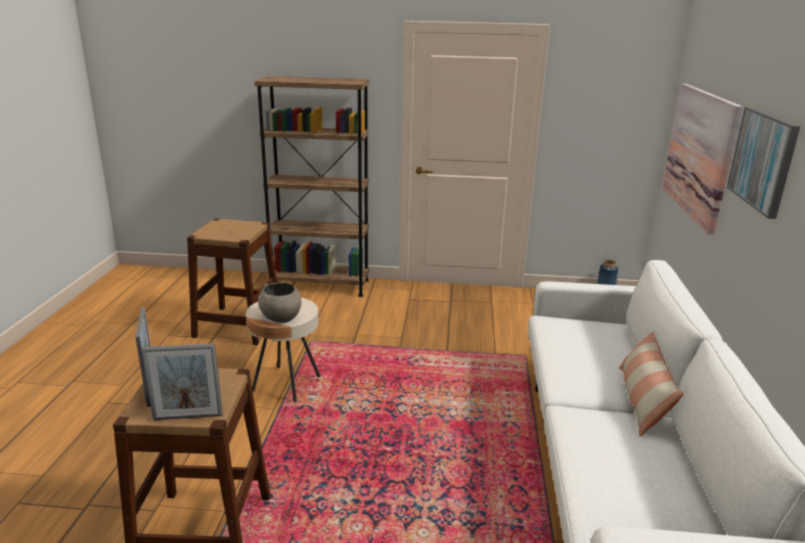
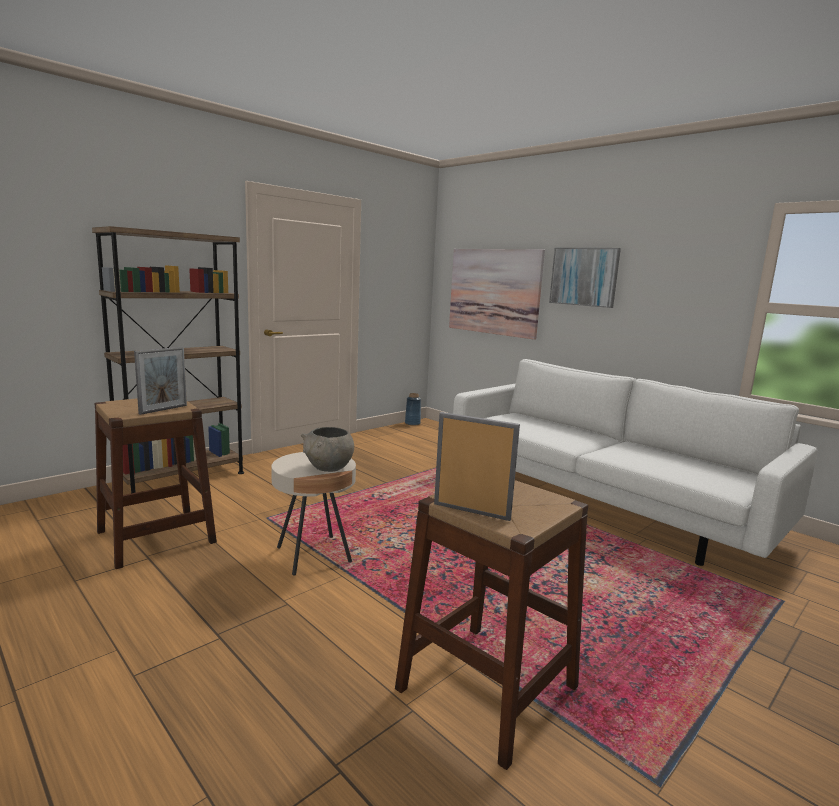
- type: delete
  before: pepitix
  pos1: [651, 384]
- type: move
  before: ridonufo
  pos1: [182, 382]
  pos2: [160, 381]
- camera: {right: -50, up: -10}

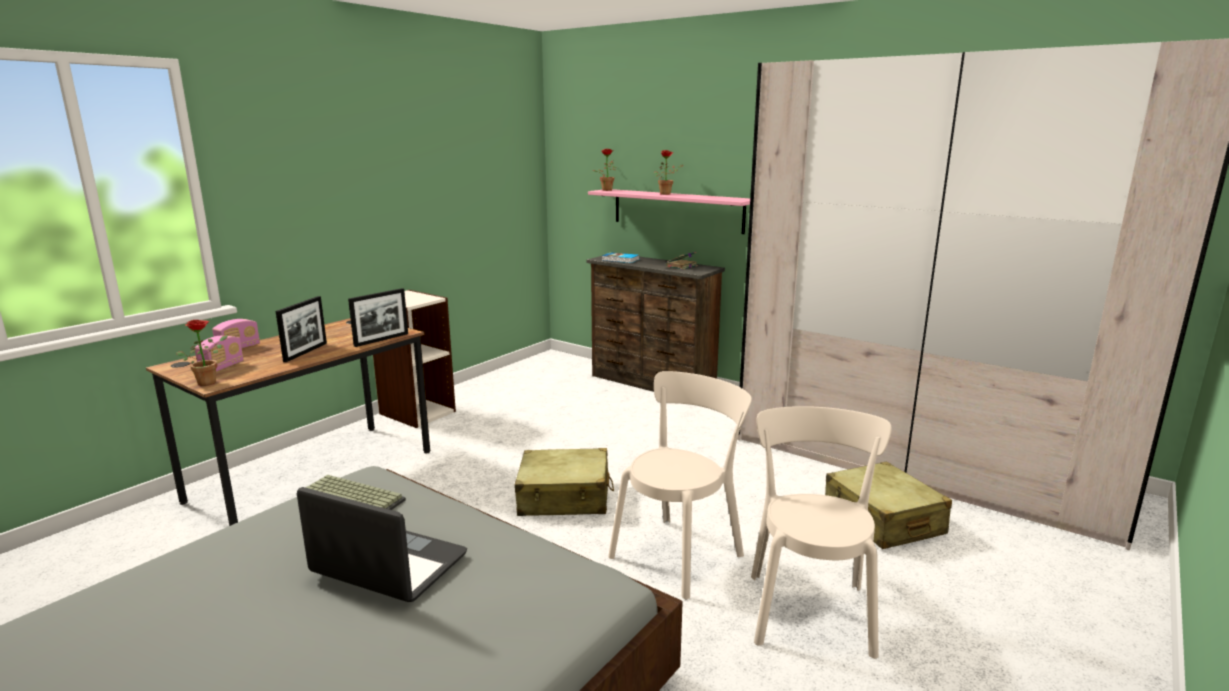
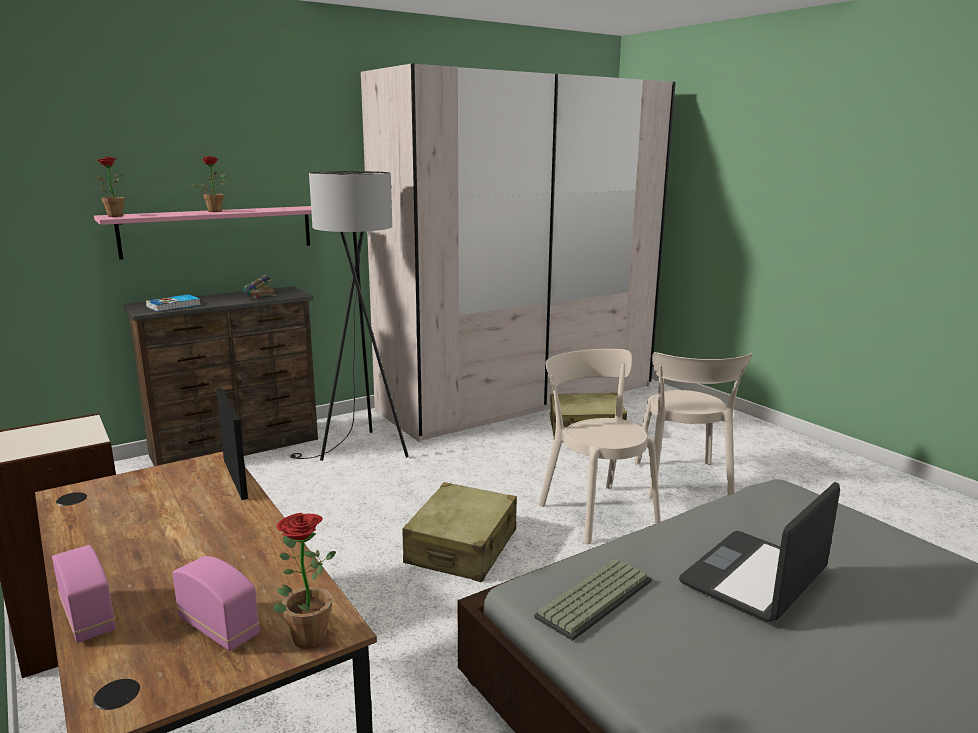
- type: delete
  before: ridonufo
  pos1: [301, 329]
- type: rotate
  before: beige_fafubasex
  pos1: [821, 532]
  pos2: [693, 425]
  turn: -120
- type: insert
  after: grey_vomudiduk
  pos2: [349, 316]
- camera: {right: -70, up: 0}

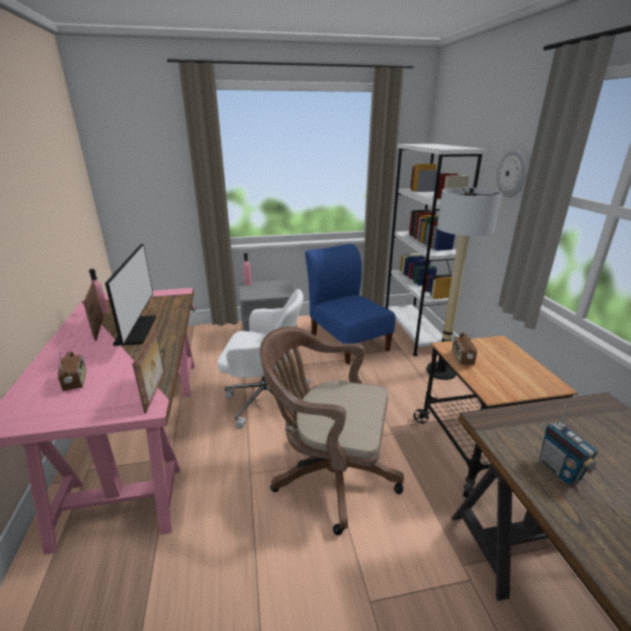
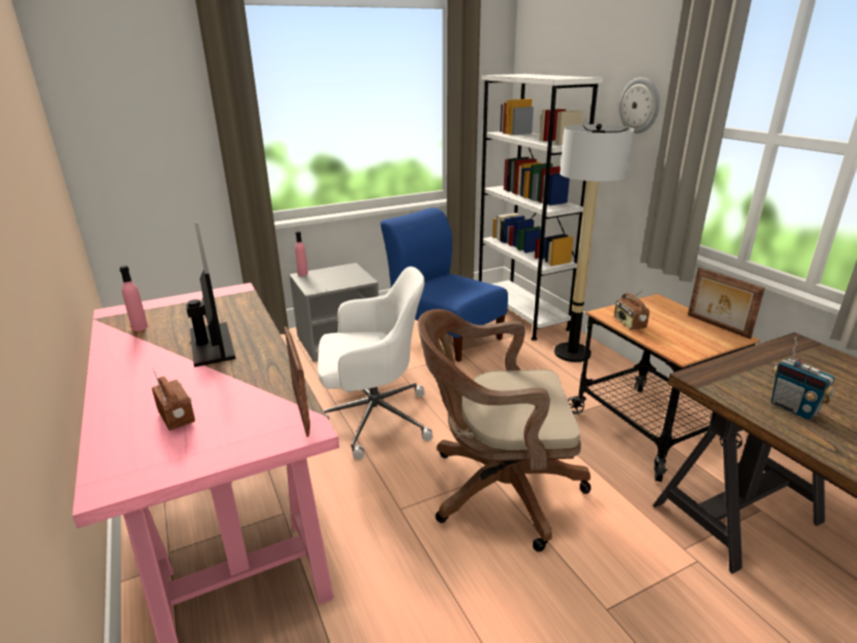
- type: move
  before: ridonufo
  pos1: [93, 311]
  pos2: [726, 303]
- camera: {right: -15, up: 0}

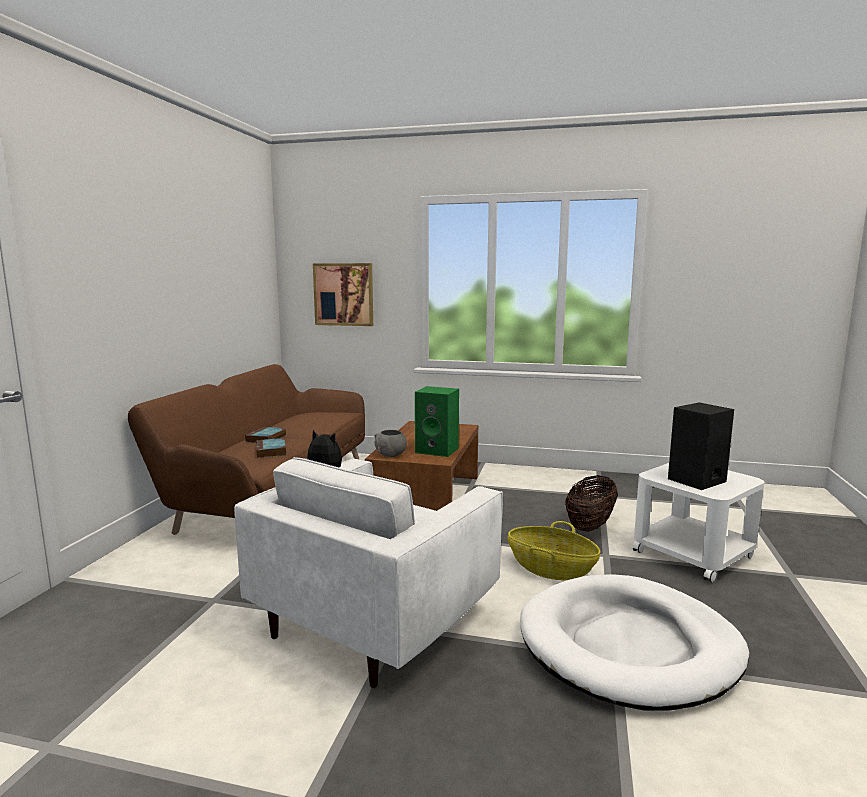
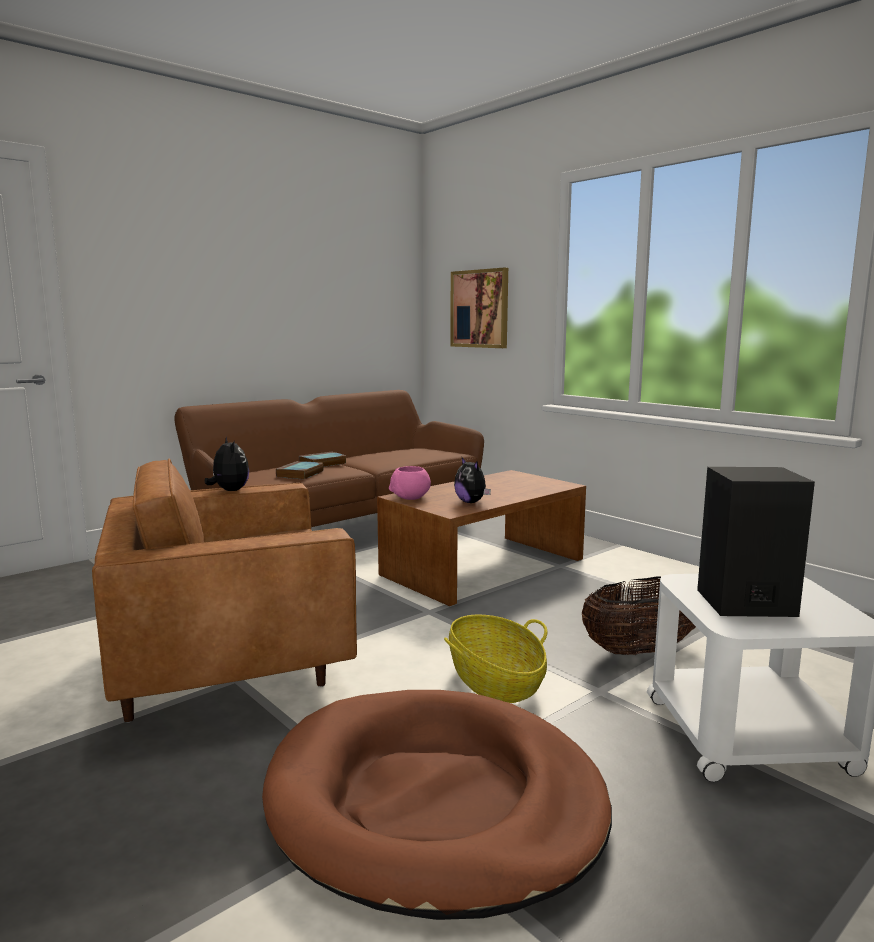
- type: replace
  before: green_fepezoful
  after: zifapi
  pos1: [437, 421]
  pos2: [472, 480]
- type: recolor
  before: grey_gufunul
  after: pink_gufunul
  pos1: [391, 443]
  pos2: [410, 483]
- type: recolor
  before: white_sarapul
  after: brown_sarapul
  pos1: [368, 572]
  pos2: [224, 590]
- type: recolor
  before: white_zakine
  after: brown_zakine
  pos1: [634, 642]
  pos2: [437, 805]
- camera: {right: 35, up: 0}

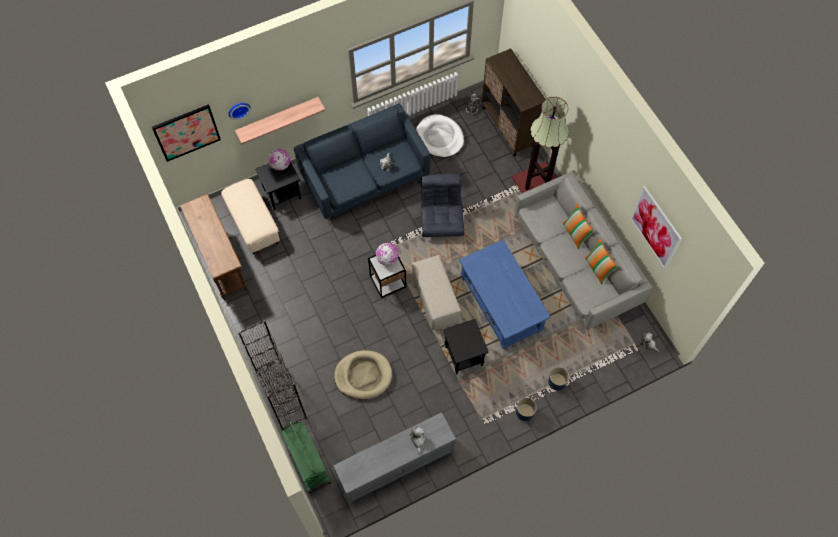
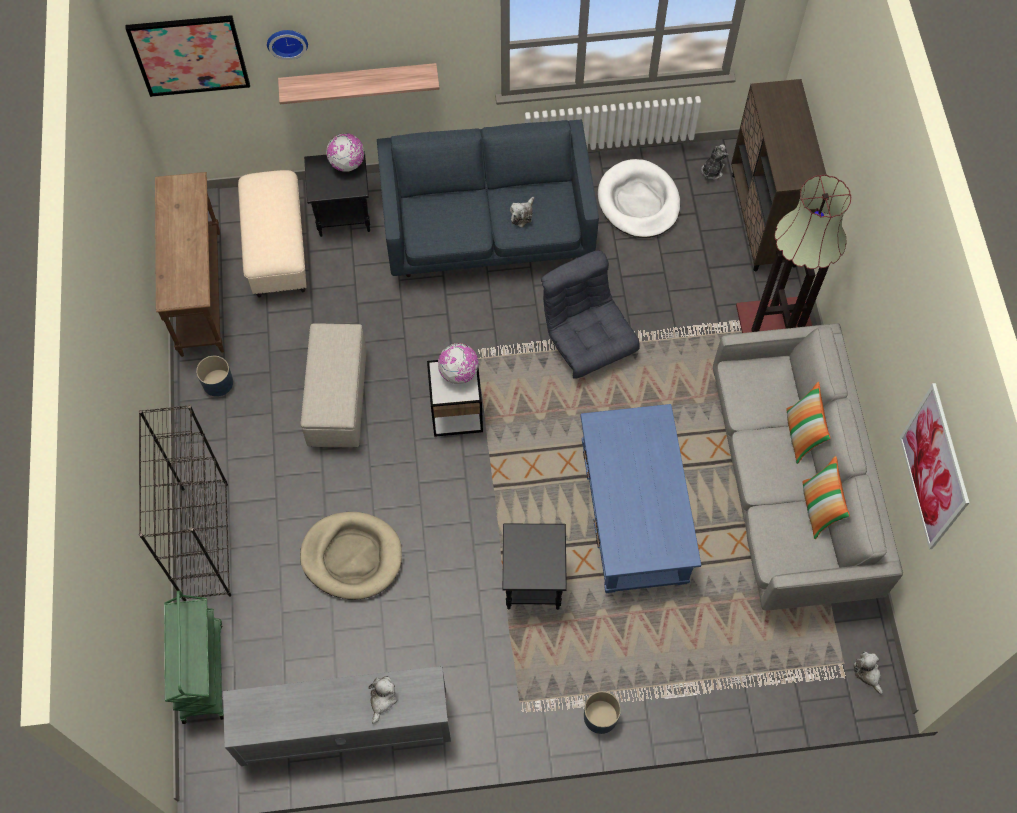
- type: rotate
  before: grey_sarapul
  pos1: [442, 205]
  pos2: [590, 314]
  turn: -45
- type: move
  before: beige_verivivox
  pos1: [436, 292]
  pos2: [334, 385]
- type: move
  before: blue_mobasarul
  pos1: [558, 379]
  pos2: [214, 376]
- camera: {right: 20, up: 0}

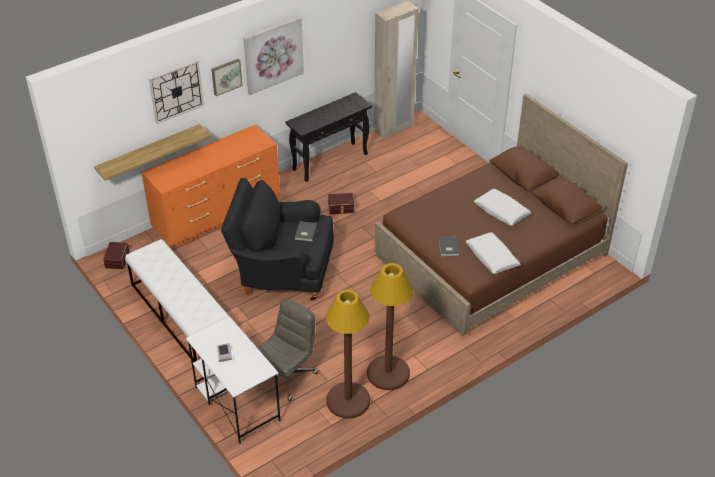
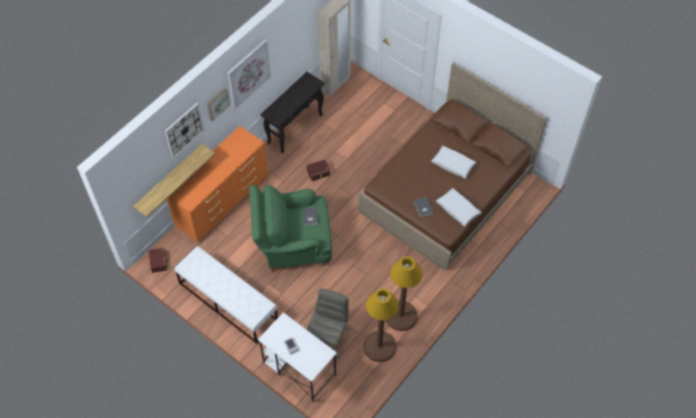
- type: recolor
  before: black_sarapul
  after: green_sarapul
  pos1: [277, 239]
  pos2: [290, 228]
- camera: {right: -15, up: 15}

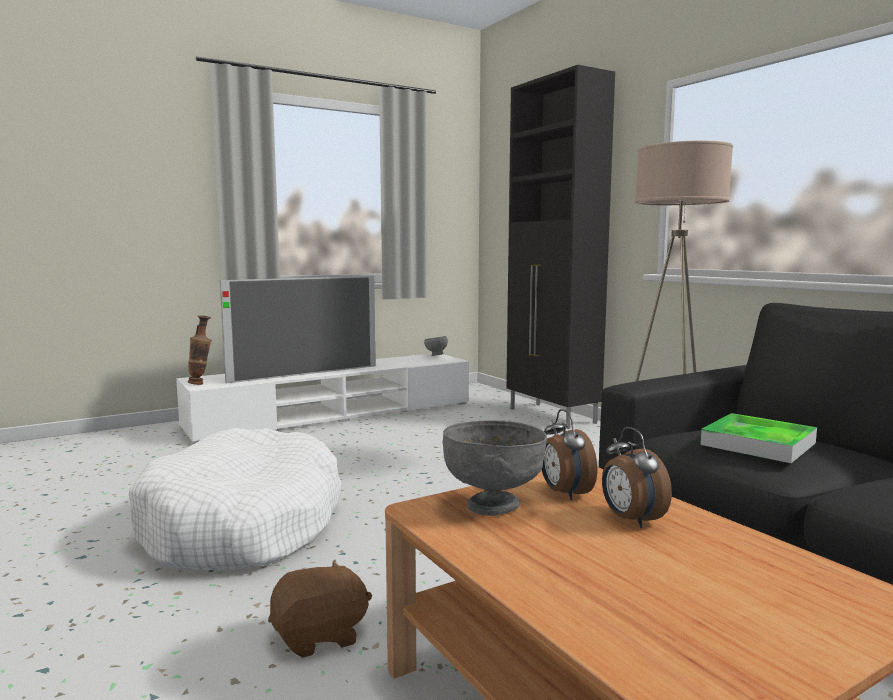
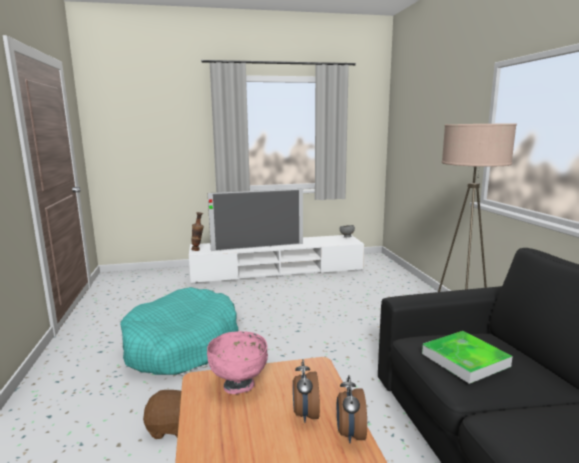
- type: delete
  before: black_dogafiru
  pos1: [560, 247]
- type: move
  before: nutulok
  pos1: [570, 454]
  pos2: [352, 409]
- type: recolor
  before: grey_gufunul
  after: pink_gufunul
  pos1: [494, 468]
  pos2: [237, 362]
- type: recolor
  before: white_zakine
  after: turquoise_zakine
  pos1: [235, 499]
  pos2: [179, 331]
- camera: {right: 20, up: 5}

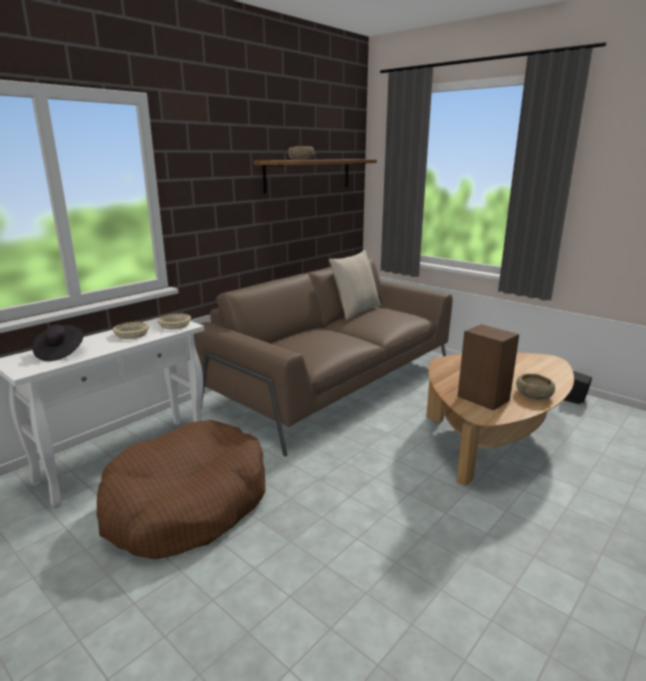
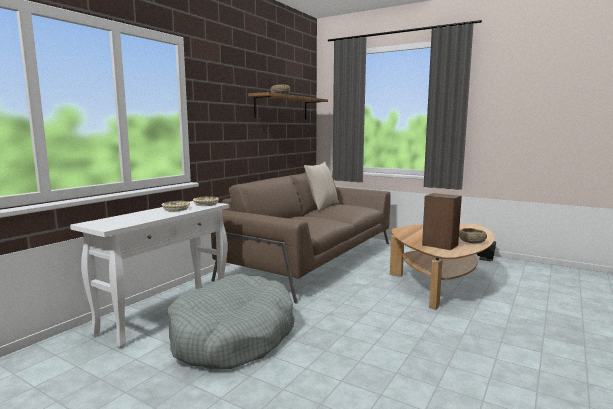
- type: delete
  before: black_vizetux
  pos1: [58, 343]
- type: recolor
  before: brown_zakine
  after: grey_zakine
  pos1: [181, 489]
  pos2: [230, 321]
- camera: {right: -10, up: -10}

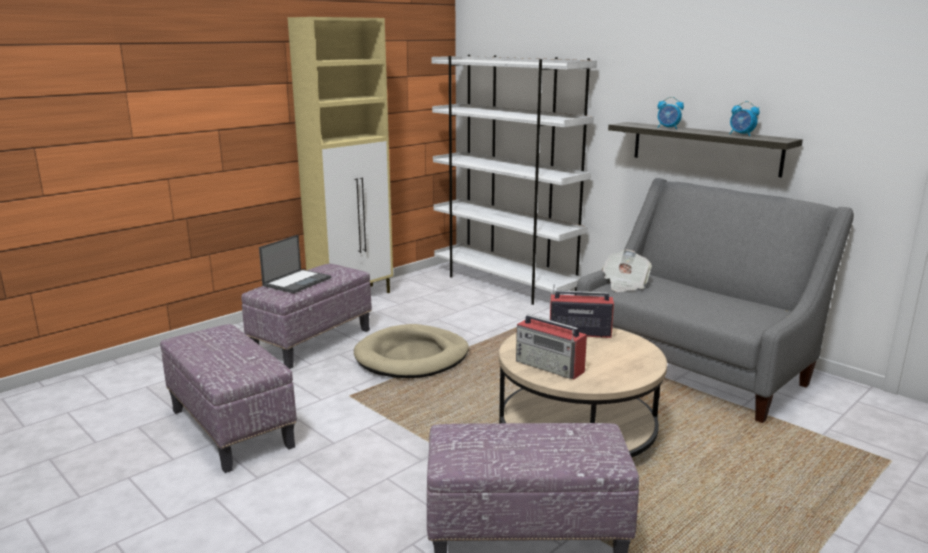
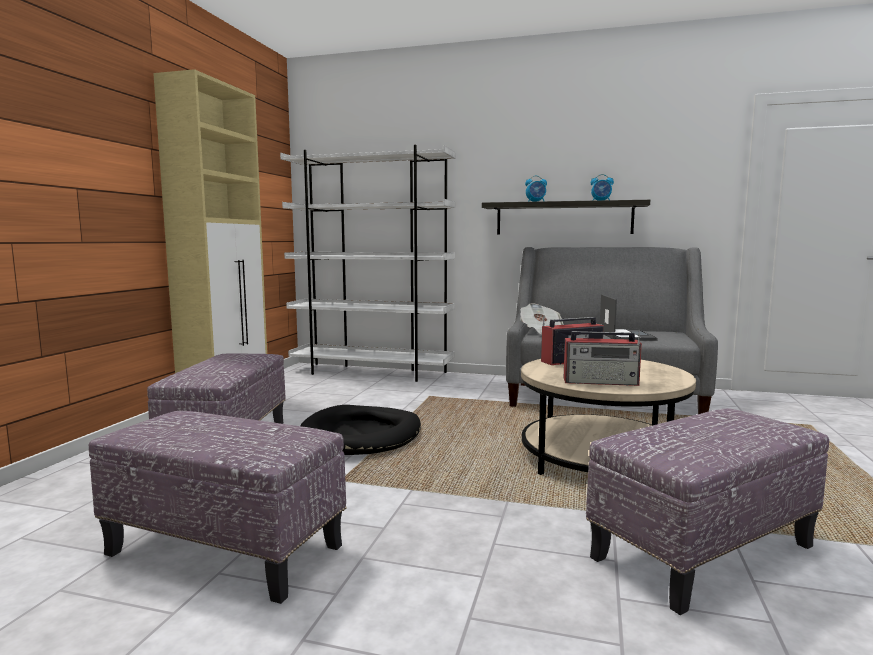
- type: move
  before: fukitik
  pos1: [295, 264]
  pos2: [629, 317]
- type: recolor
  before: beige_zakine
  after: black_zakine
  pos1: [411, 351]
  pos2: [360, 430]
- camera: {right: -30, up: -10}

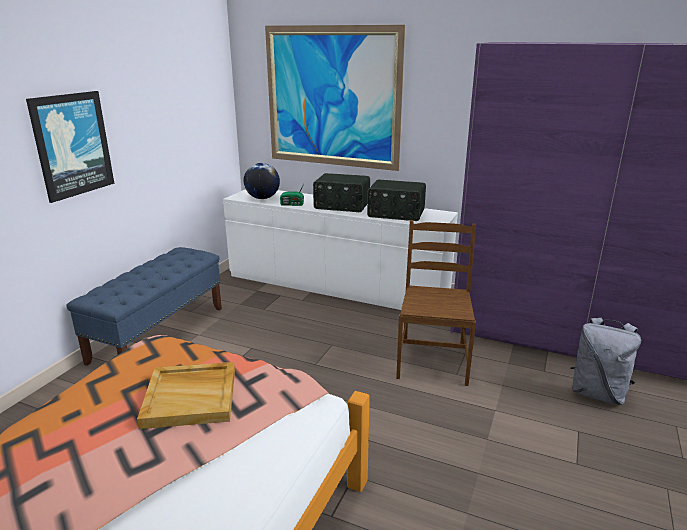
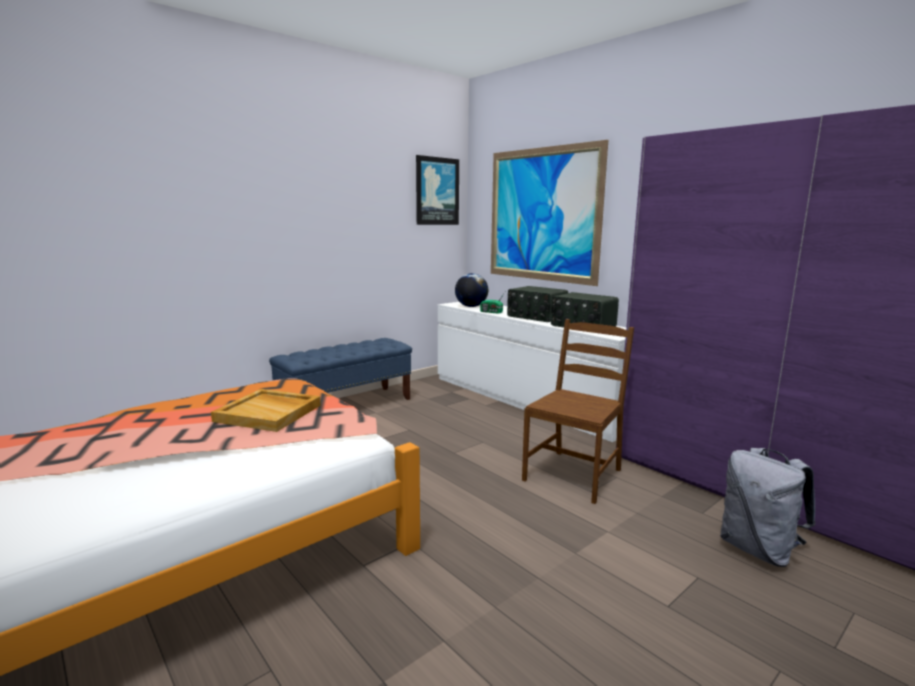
- type: move
  before: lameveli
  pos1: [70, 147]
  pos2: [437, 190]
- camera: {right: 25, up: -10}

